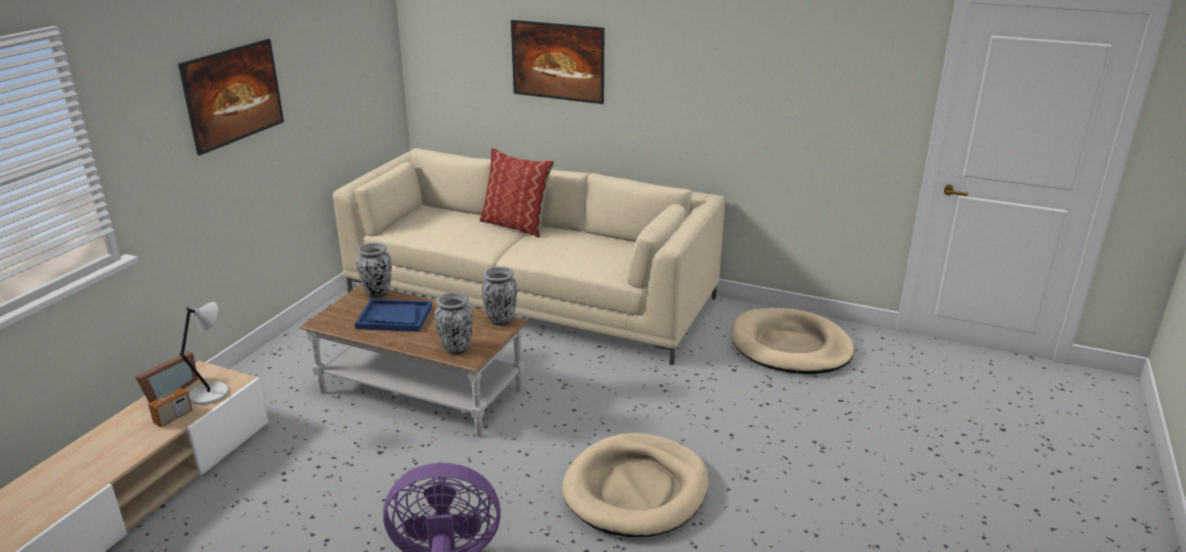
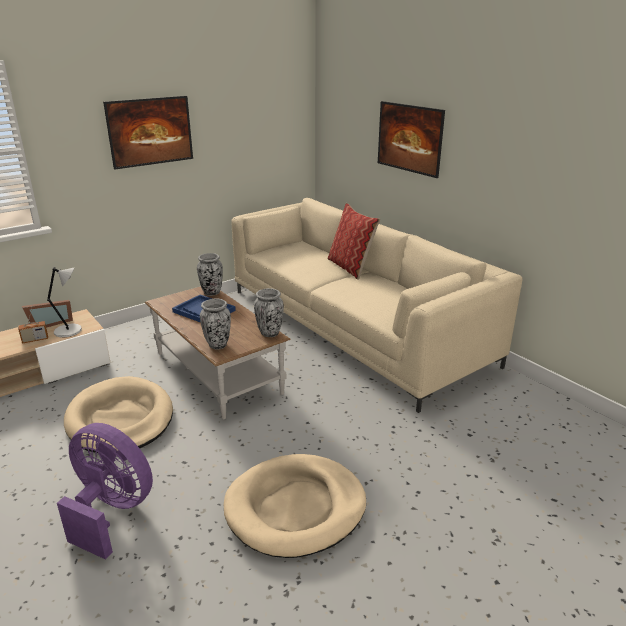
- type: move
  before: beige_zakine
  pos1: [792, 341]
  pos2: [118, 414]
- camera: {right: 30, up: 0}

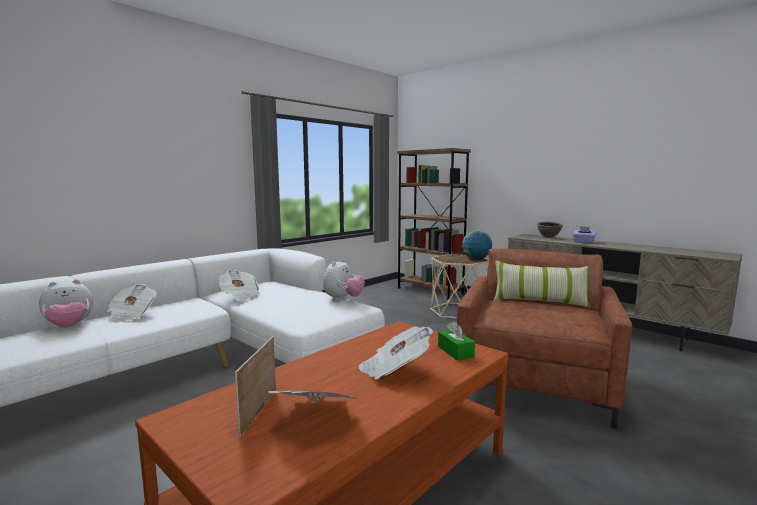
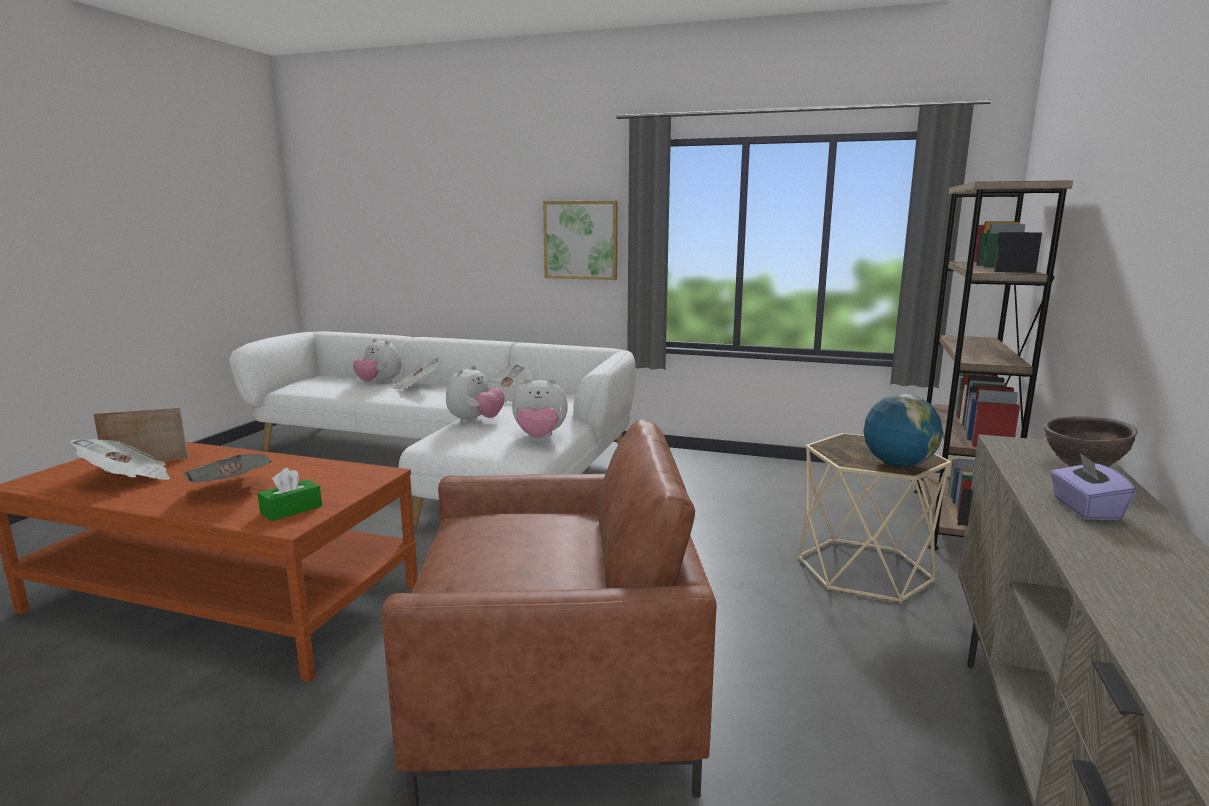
- type: delete
  before: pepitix
  pos1: [542, 284]
- type: insert
  after: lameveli
  pos2: [580, 240]
- type: insert
  after: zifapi
  pos2: [475, 394]
- camera: {right: 65, up: 5}

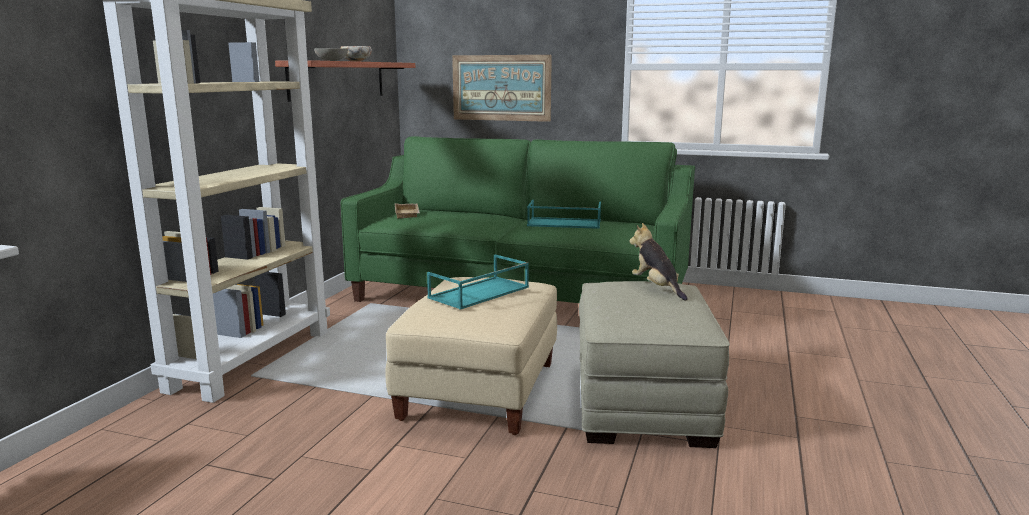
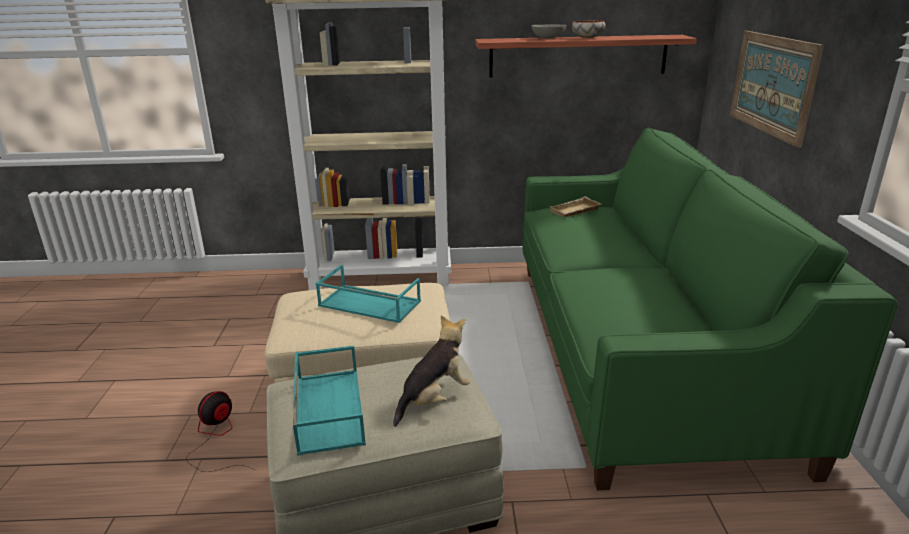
- type: move
  before: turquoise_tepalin
  pos1: [564, 214]
  pos2: [329, 401]
- type: insert
  after: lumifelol
  pos2: [221, 431]
- camera: {right: 70, up: 10}

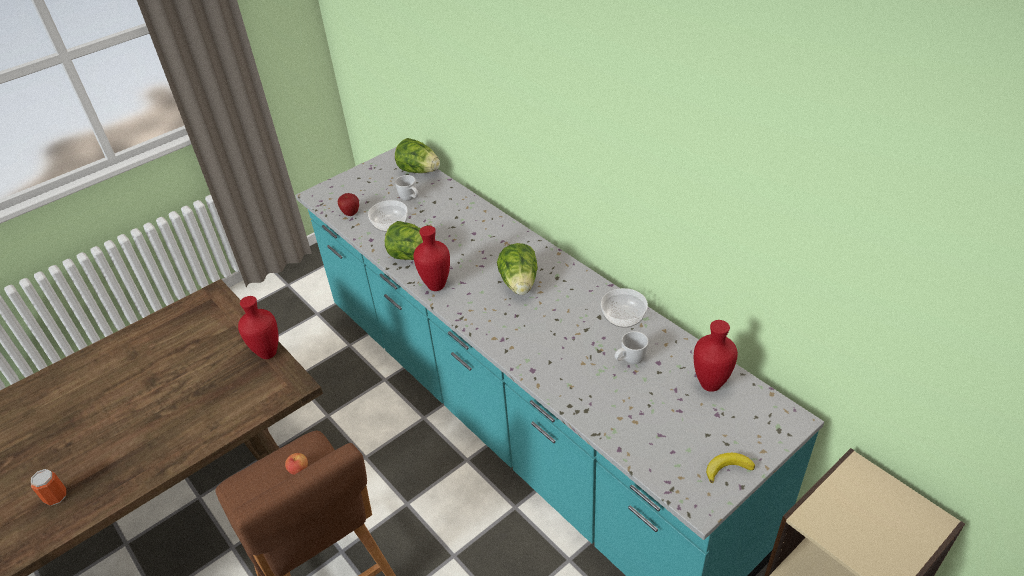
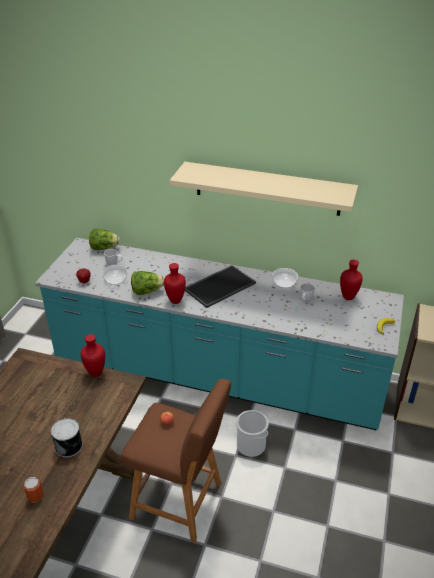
- type: replace
  before: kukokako
  after: tepalin
  pos1: [517, 269]
  pos2: [220, 286]
- type: insert
  after: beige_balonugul
  pos2: [264, 189]
- type: insert
  after: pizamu
  pos2: [252, 433]
- type: insert
  after: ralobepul
  pos2: [67, 438]
- camera: {right: -35, up: -5}

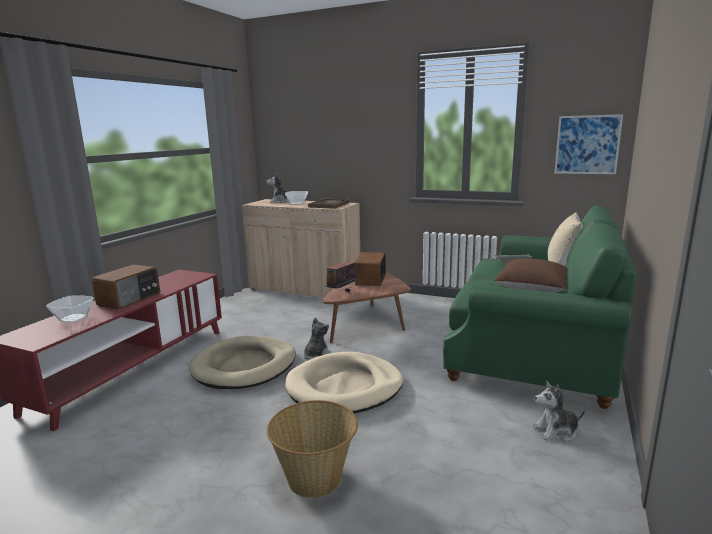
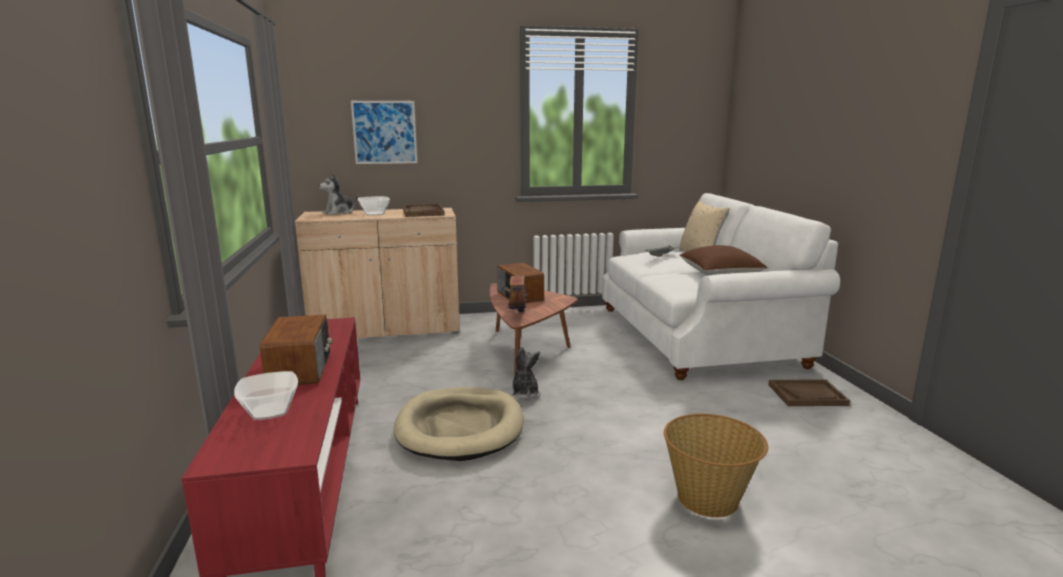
- type: move
  before: lameveli
  pos1: [588, 144]
  pos2: [384, 132]
- type: recolor
  before: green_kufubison
  after: white_kufubison
  pos1: [540, 307]
  pos2: [721, 286]
- type: delete
  before: beige_zakine
  pos1: [344, 383]
- type: replace
  before: zifapi
  after: brown_tepalin
  pos1: [559, 411]
  pos2: [809, 392]
- camera: {right: -35, up: 0}

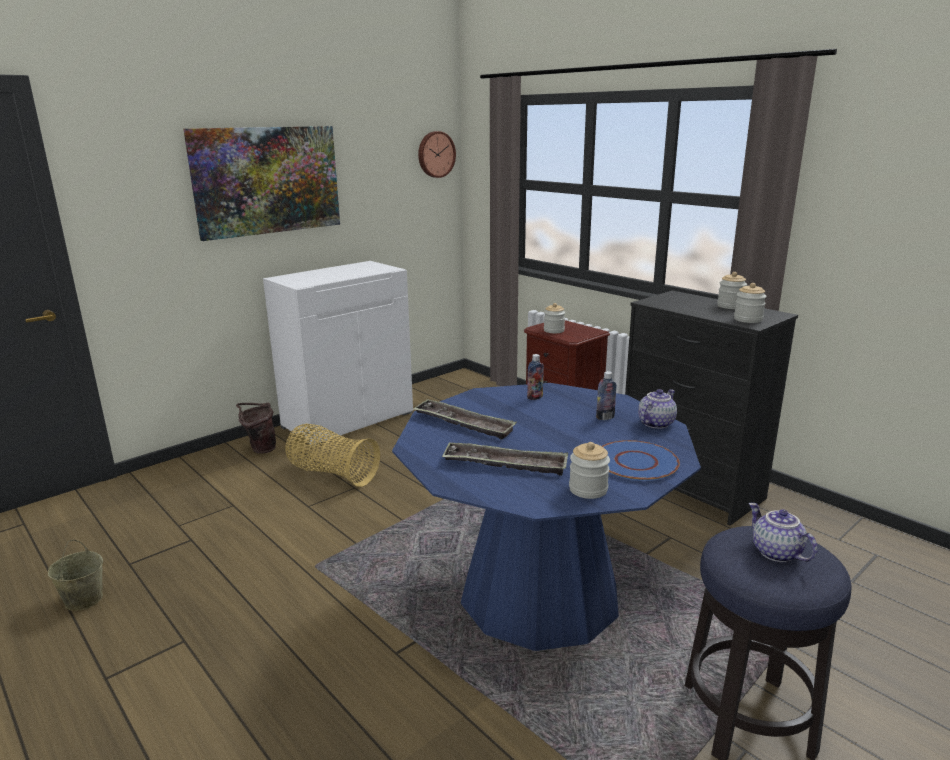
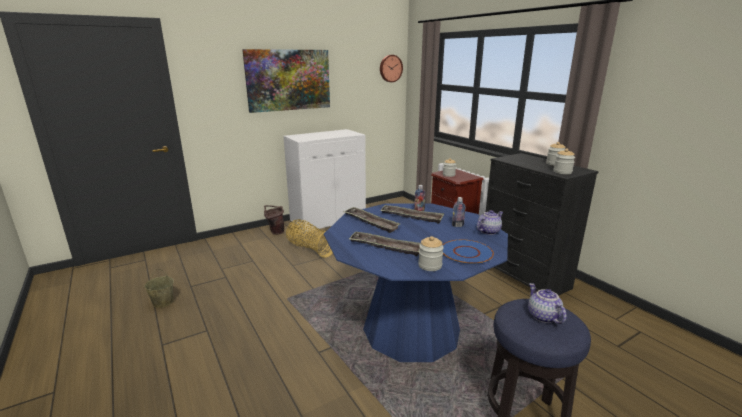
- type: insert
  after: tepalin
  pos2: [412, 214]
- camera: {right: 10, up: 0}

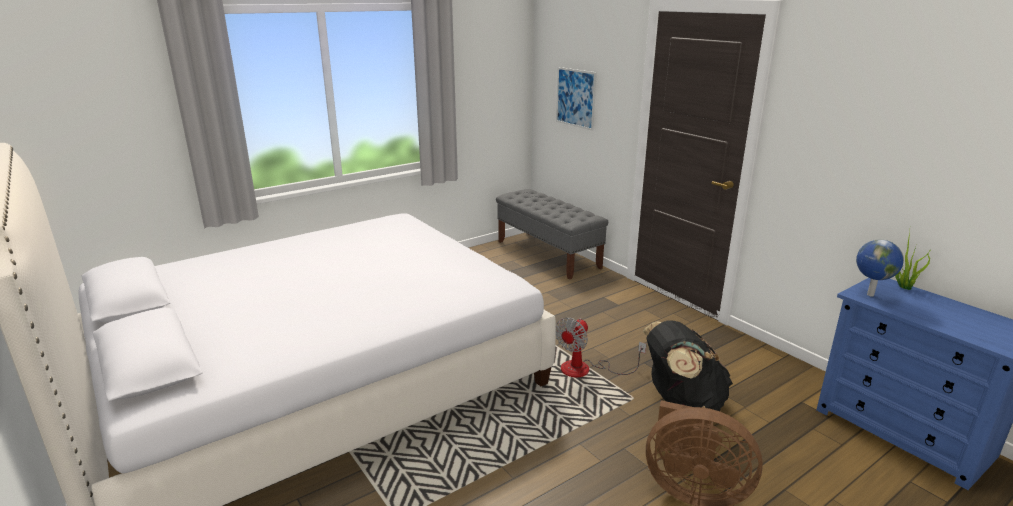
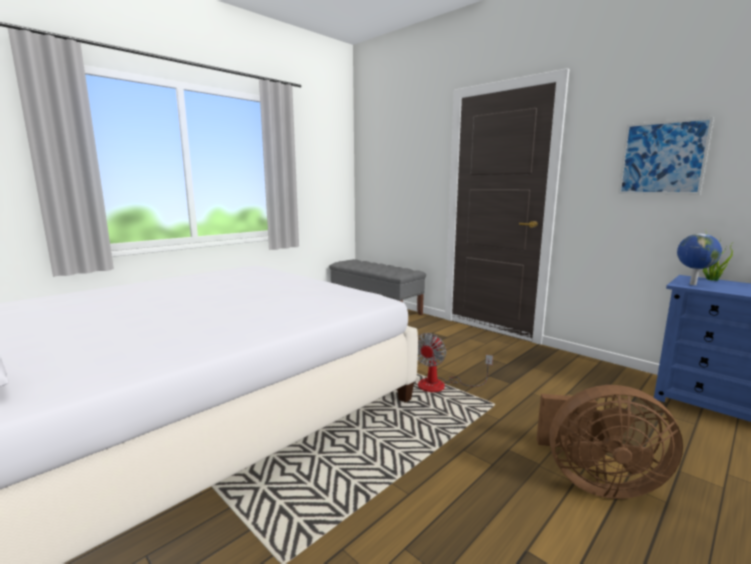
- type: move
  before: lameveli
  pos1: [576, 99]
  pos2: [666, 156]
- type: delete
  before: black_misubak
  pos1: [688, 365]
- camera: {right: -10, up: -10}

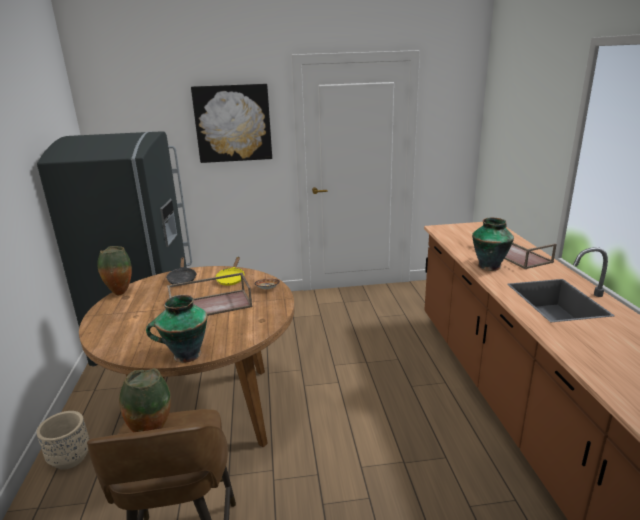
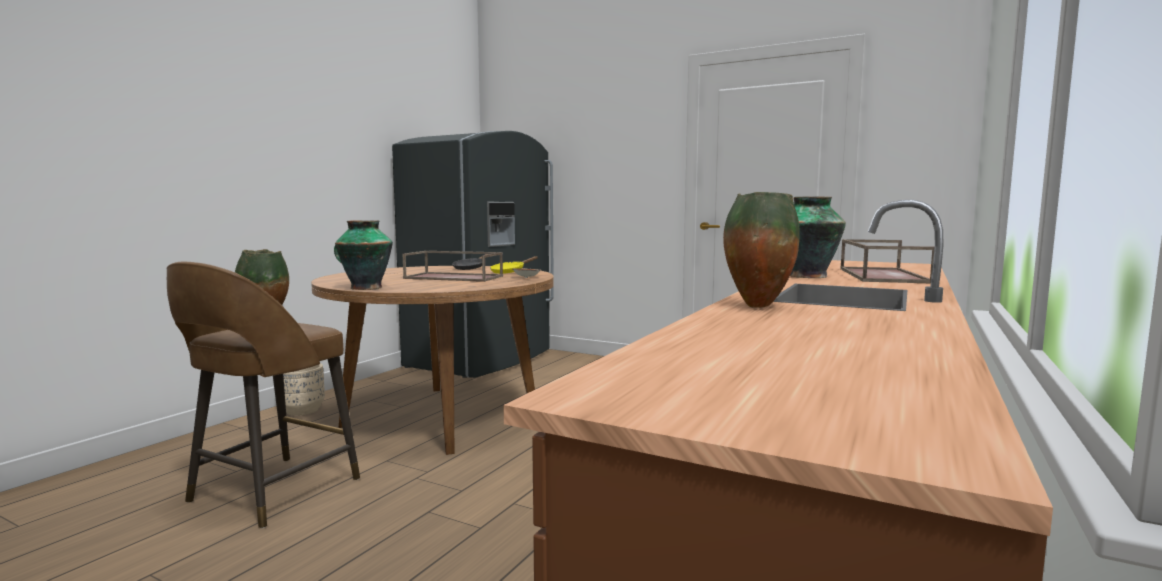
- type: delete
  before: lameveli
  pos1: [231, 123]
- type: move
  before: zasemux
  pos1: [114, 270]
  pos2: [761, 250]
- camera: {right: 35, up: -15}

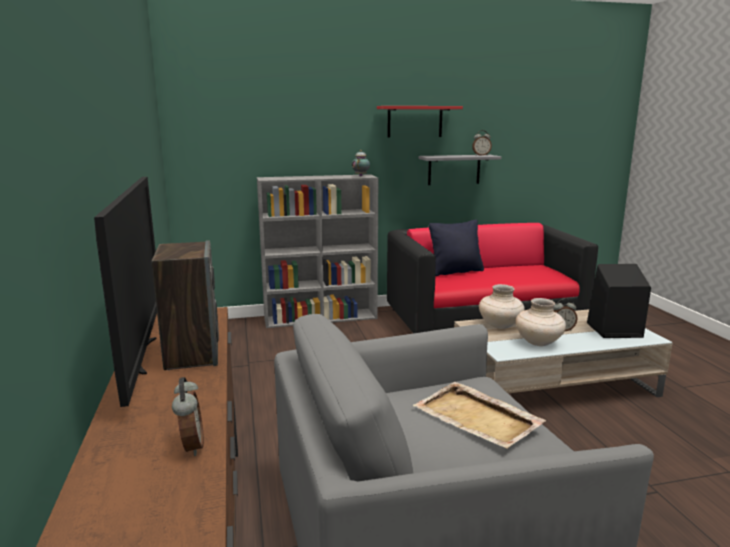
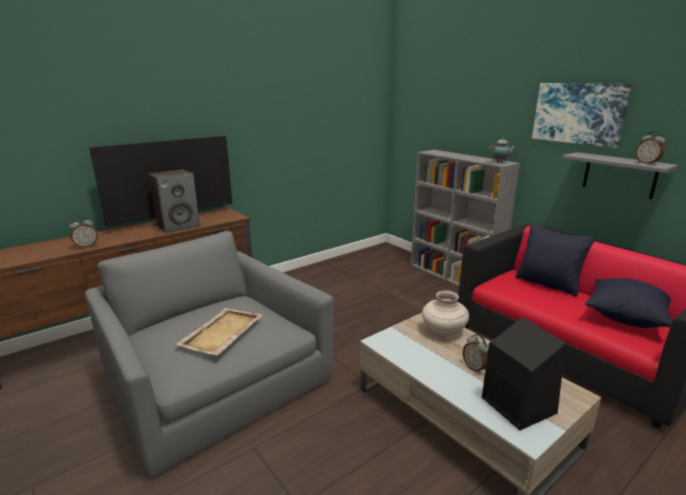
- type: replace
  before: red_balonugul
  after: lameveli
  pos1: [420, 122]
  pos2: [582, 115]
- type: delete
  before: beige_zasemux
  pos1: [541, 322]
- type: insert
  after: black_pepitix
  pos2: [628, 303]
- camera: {right: 65, up: 5}

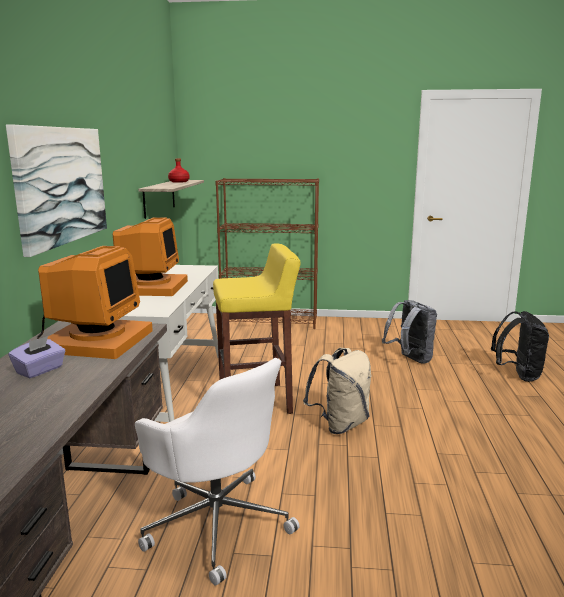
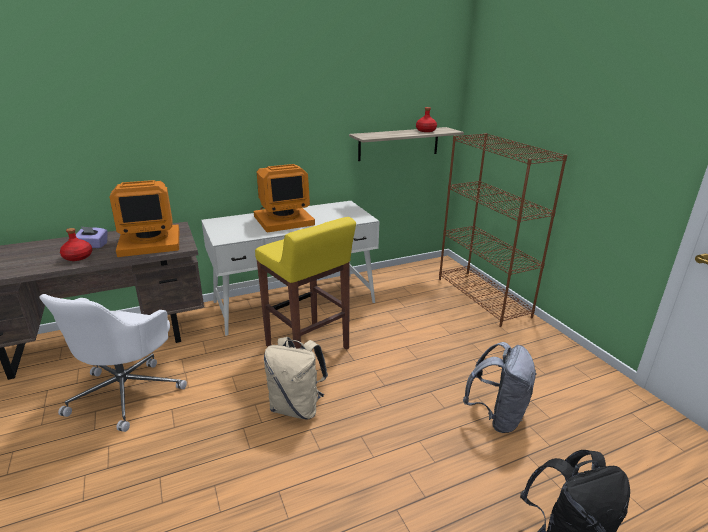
- type: delete
  before: lameveli
  pos1: [56, 191]
- type: insert
  after: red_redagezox
  pos2: [76, 244]
- camera: {right: 60, up: 10}

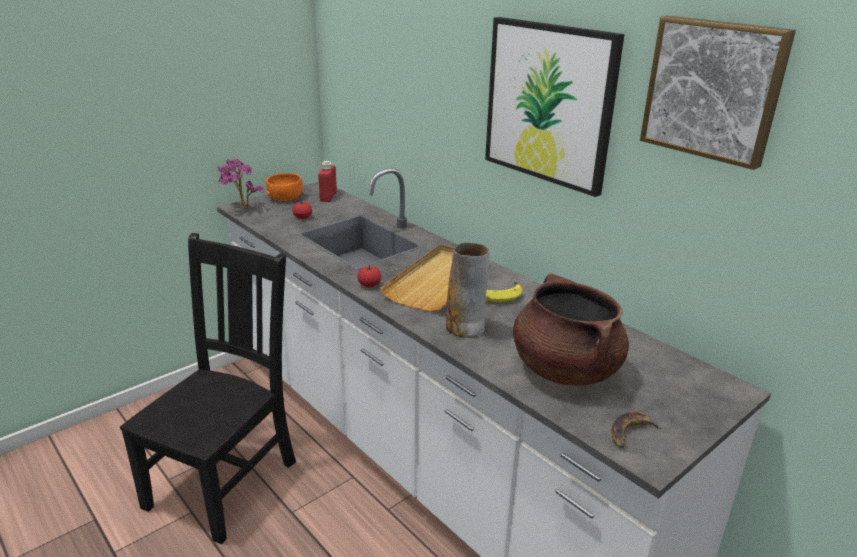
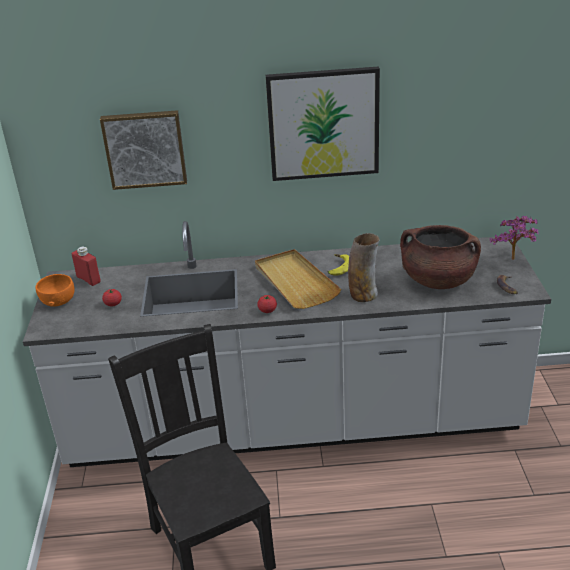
- type: move
  before: lameveli
  pos1: [718, 93]
  pos2: [143, 150]
- type: move
  before: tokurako
  pos1: [241, 184]
  pos2: [514, 237]
- camera: {right: -50, up: 5}

